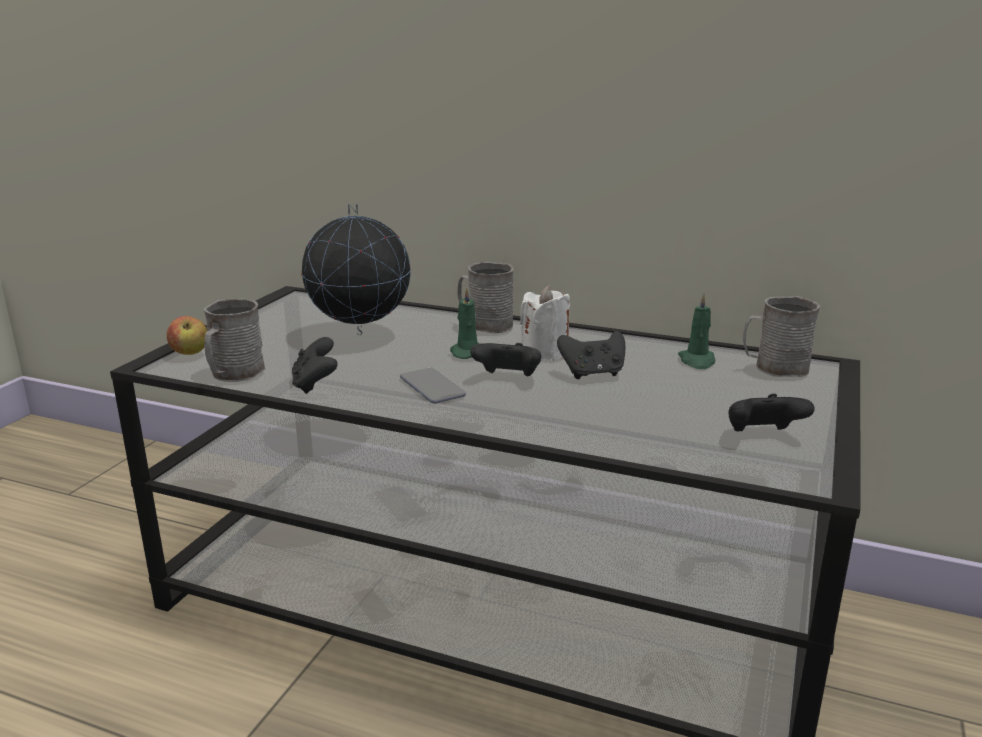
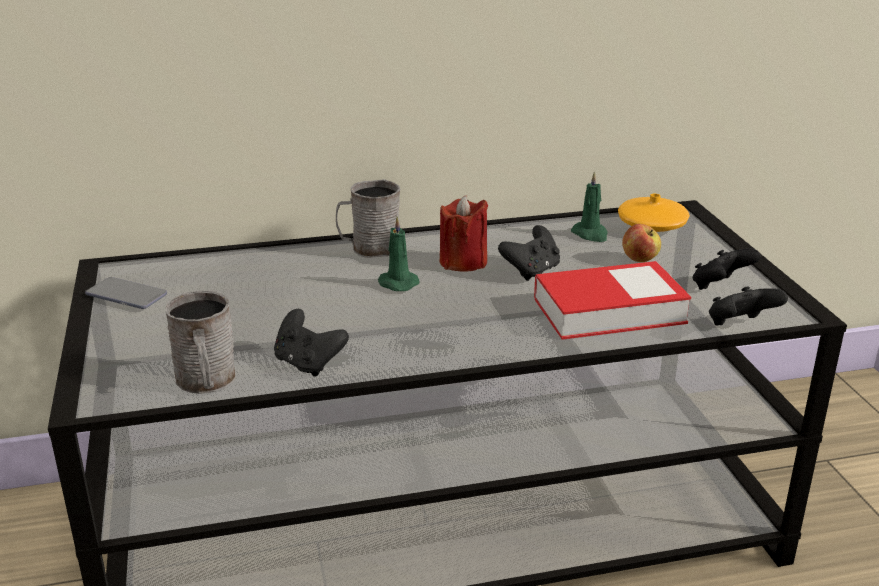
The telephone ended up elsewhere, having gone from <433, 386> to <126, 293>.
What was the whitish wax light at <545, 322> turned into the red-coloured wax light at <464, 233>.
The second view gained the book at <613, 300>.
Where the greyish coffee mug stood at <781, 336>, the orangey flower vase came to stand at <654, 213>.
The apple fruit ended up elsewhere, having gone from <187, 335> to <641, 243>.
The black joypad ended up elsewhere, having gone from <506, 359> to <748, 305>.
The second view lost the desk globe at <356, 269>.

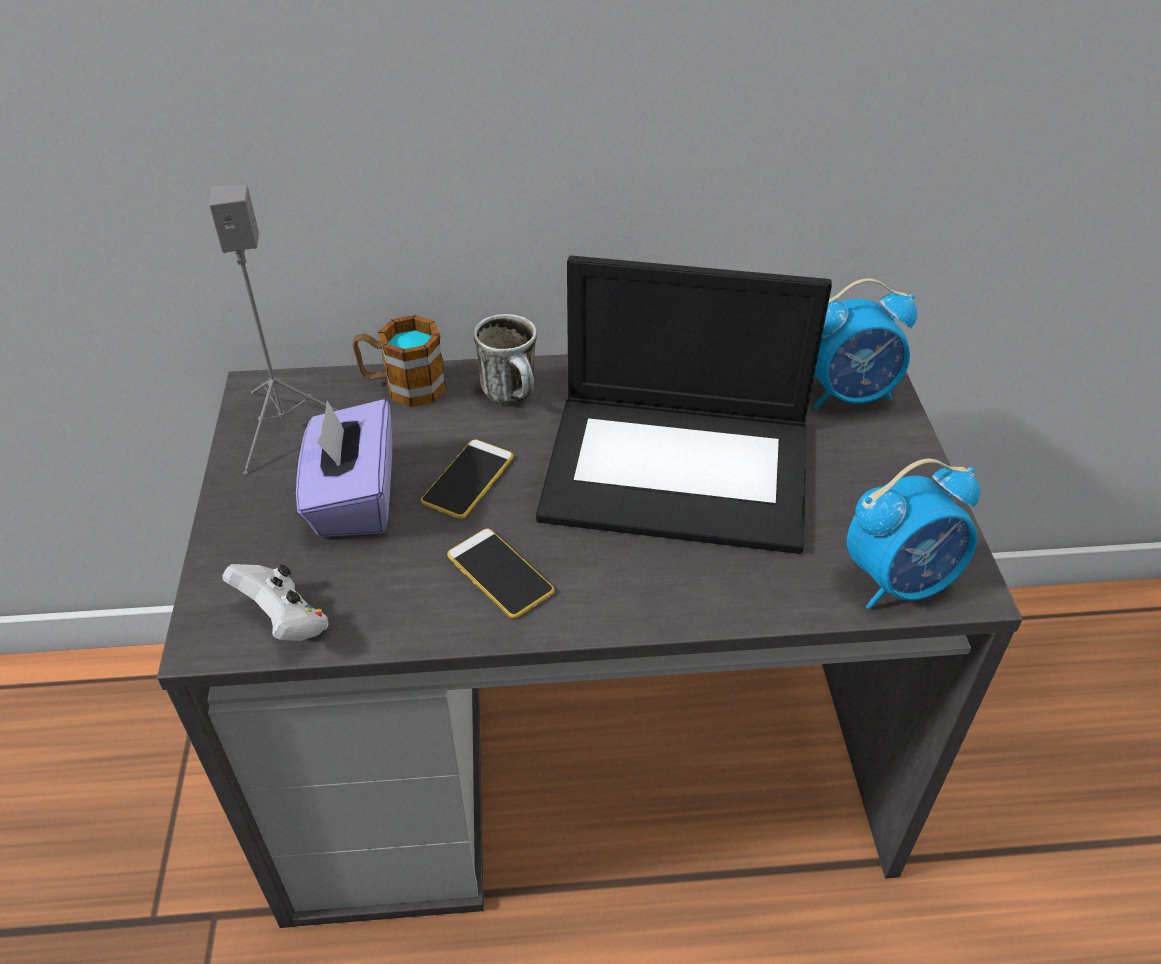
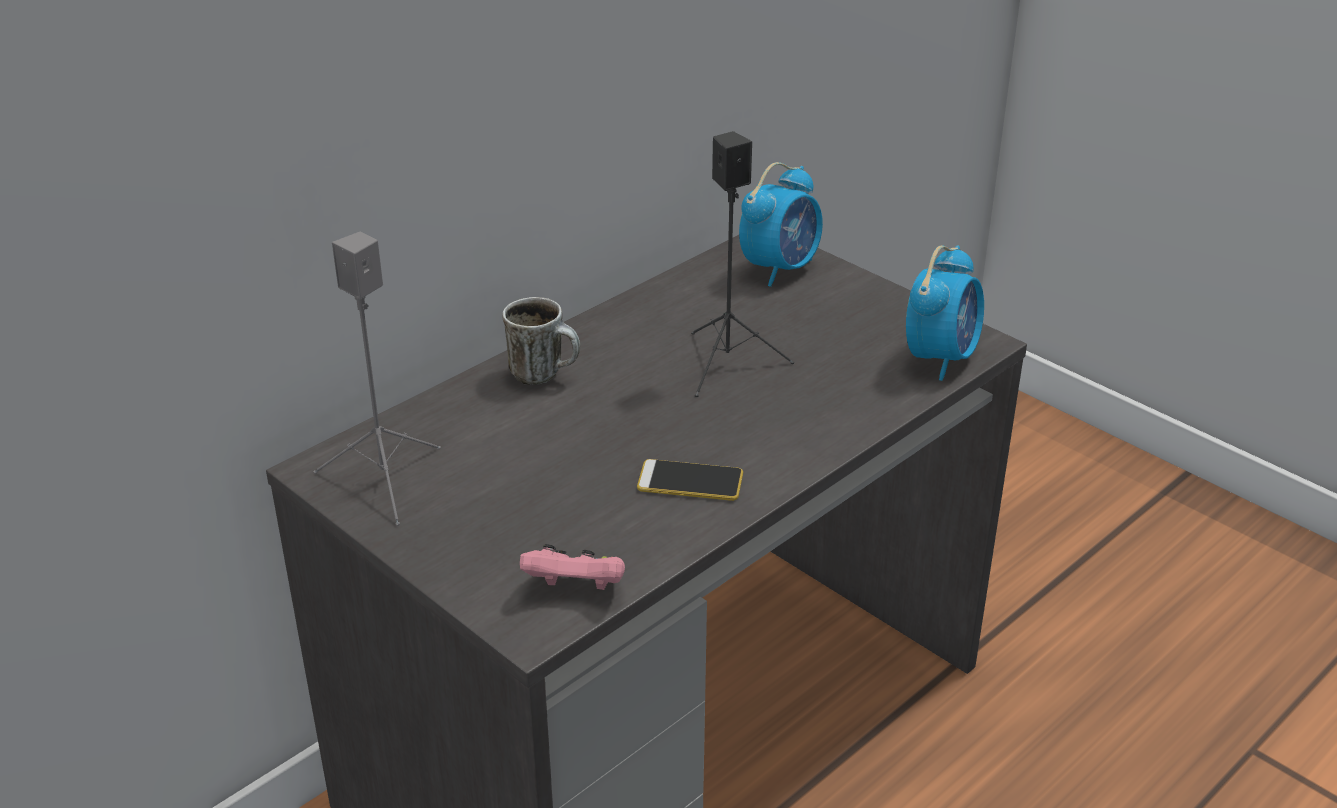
What was the whitish joypad at <275, 602> turned into the pink-coloured joypad at <572, 567>.
Where the notebook computer stood at <684, 405>, the black audio speaker came to stand at <742, 264>.
The second view lost the purplish box of tissues at <344, 468>.
The second view lost the coffee mug at <399, 361>.
The second view lost the telephone at <467, 479>.

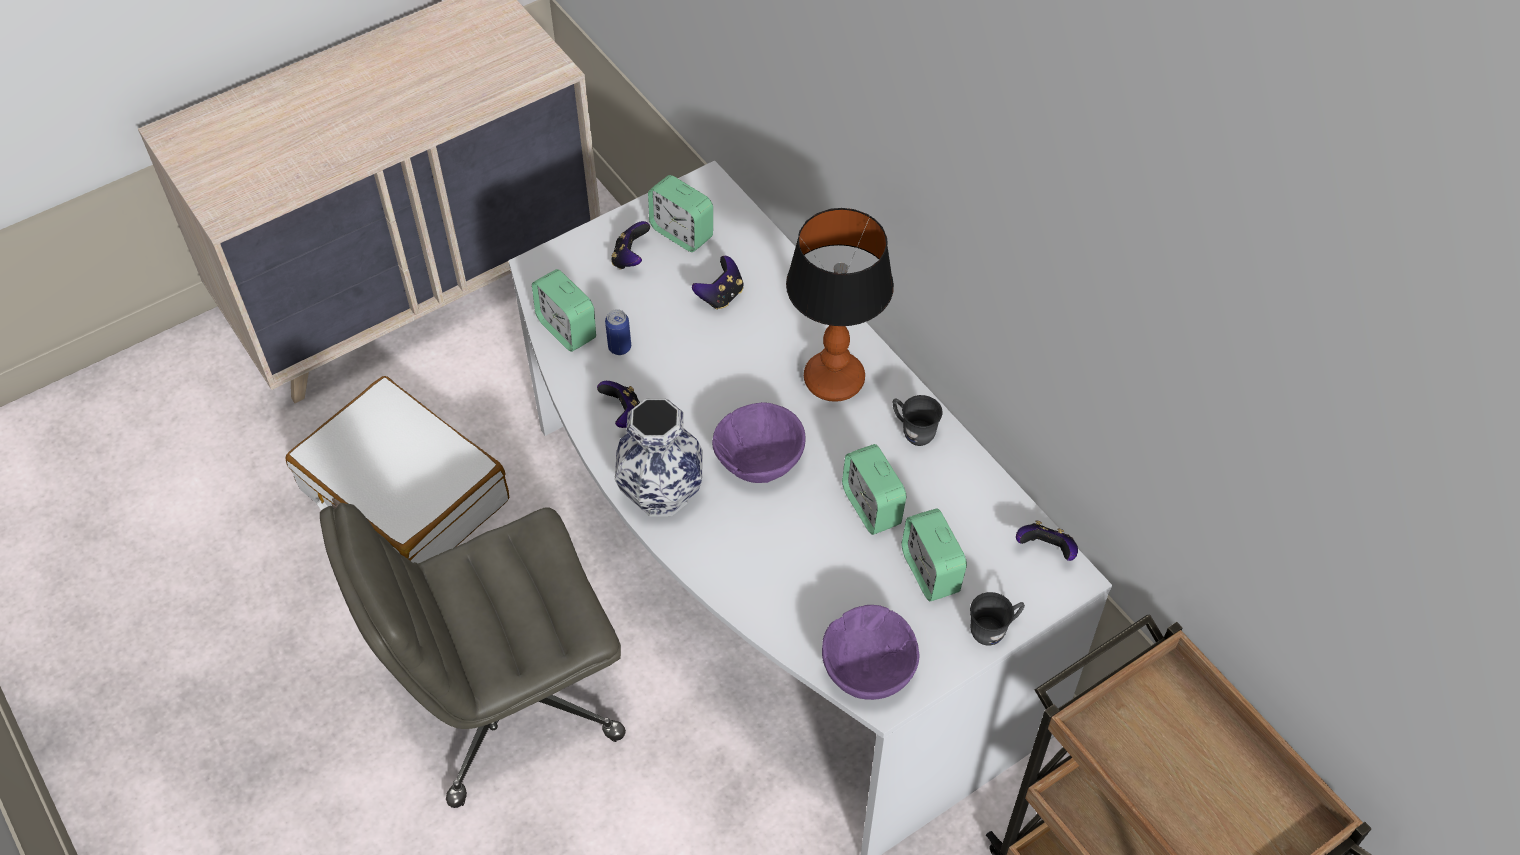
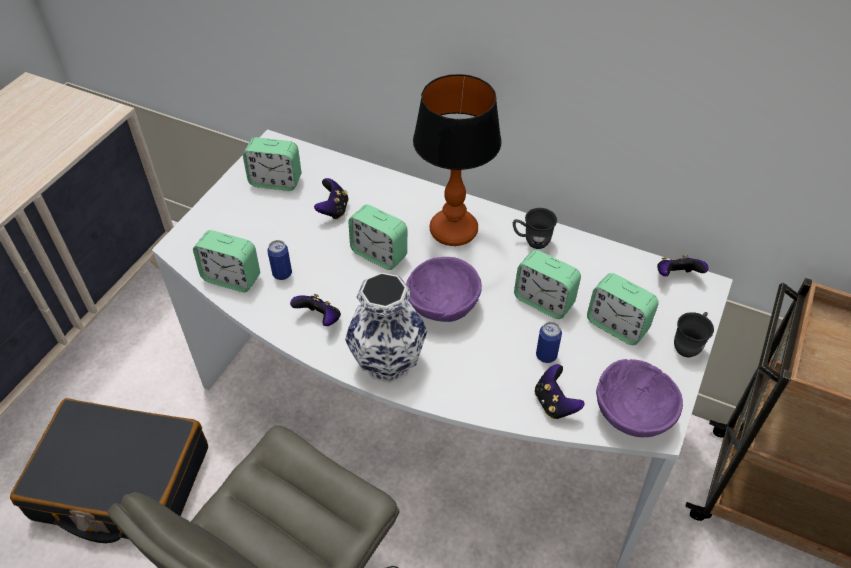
What was the whitish piece of luggage at <397, 470> turned into the black piece of luggage at <109, 470>.
The second view gained the bedside clock at <377, 237>.
The joypad ended up elsewhere, having gone from <630, 245> to <559, 391>.
The second view gained the can at <549, 342>.

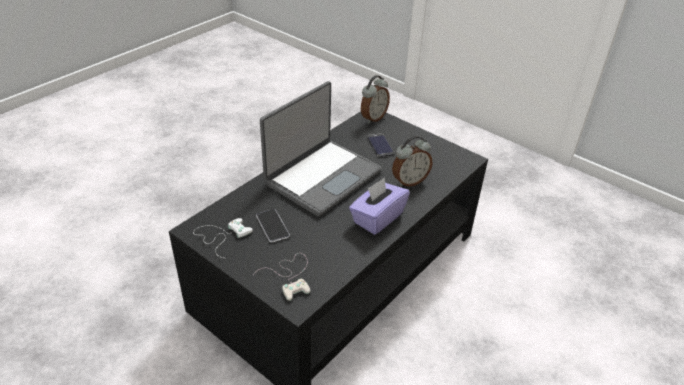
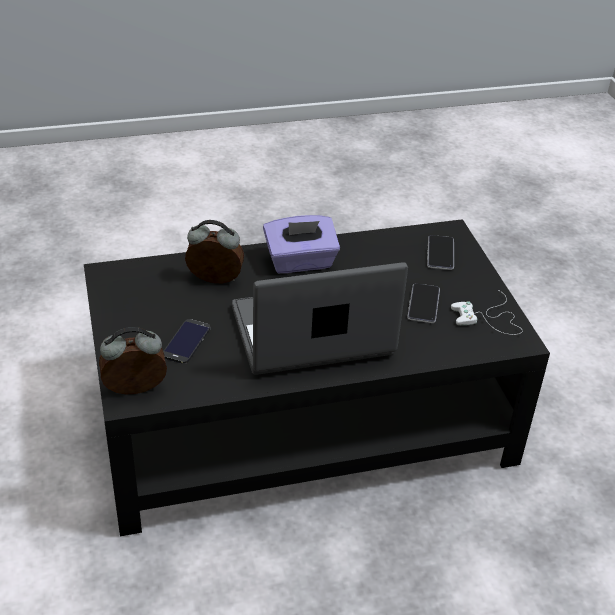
Where the whitish joypad stood at <281, 277>, the telephone came to stand at <440, 252>.

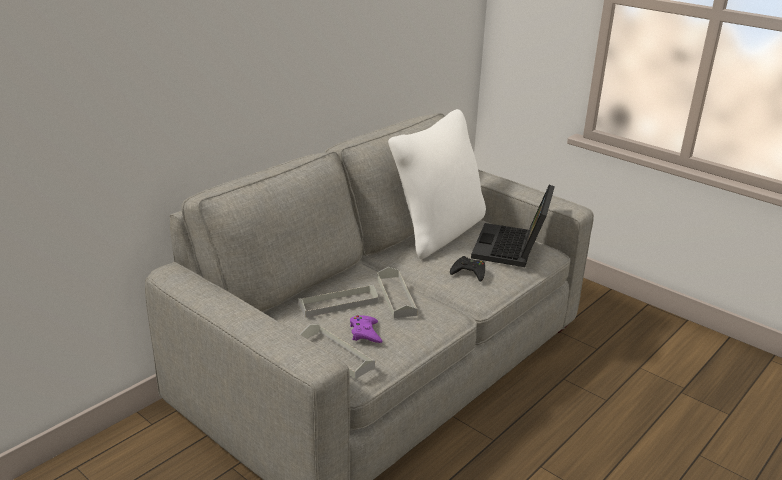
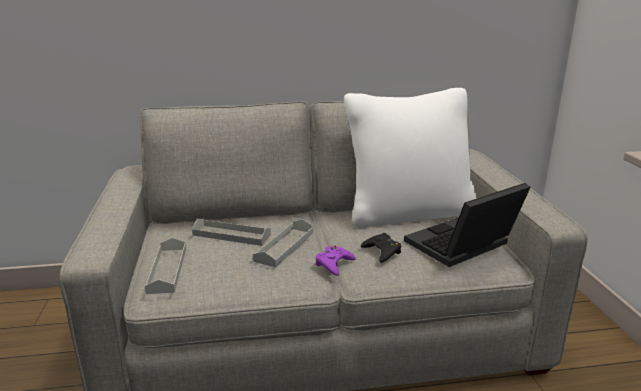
The purplish joypad ended up elsewhere, having gone from <366, 329> to <335, 261>.

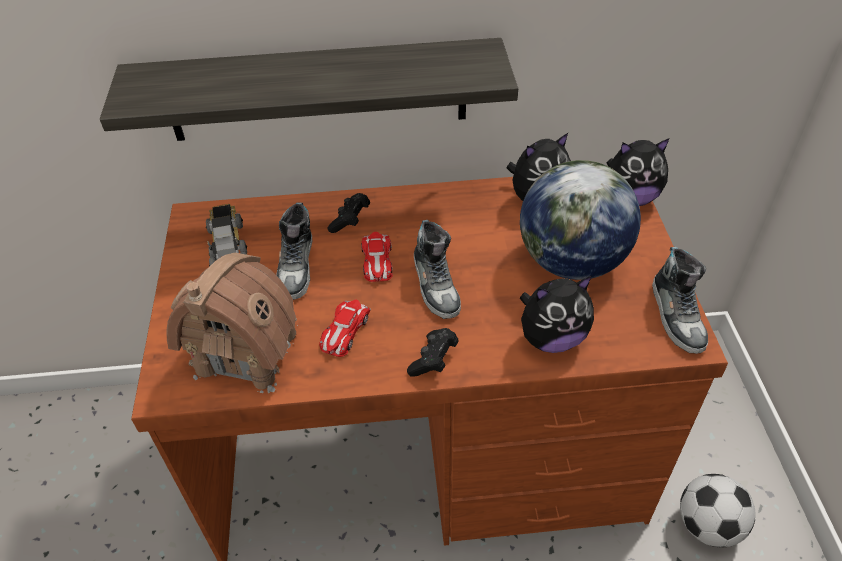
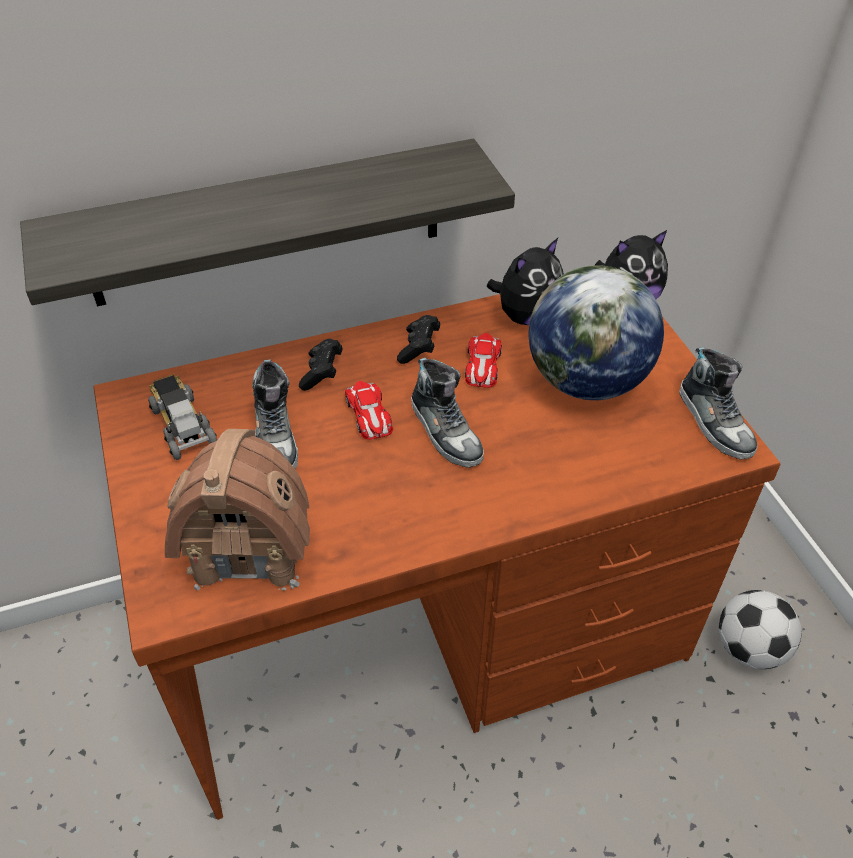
The black joypad ended up elsewhere, having gone from <433, 352> to <418, 339>.
The toy car ended up elsewhere, having gone from <345, 328> to <483, 360>.
The second view lost the cuddly toy at <556, 314>.

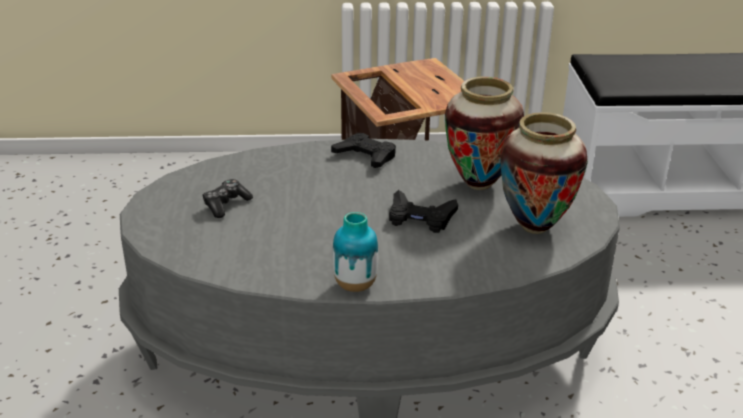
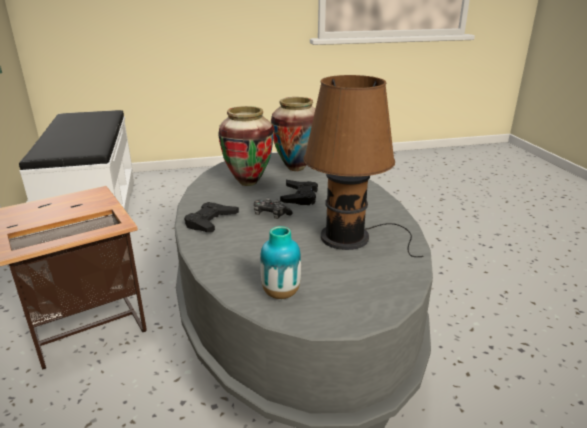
The joypad ended up elsewhere, having gone from <227, 198> to <273, 208>.
The flower vase ended up elsewhere, having gone from <355, 252> to <280, 262>.
The second view gained the brown tabletop lamp at <364, 166>.

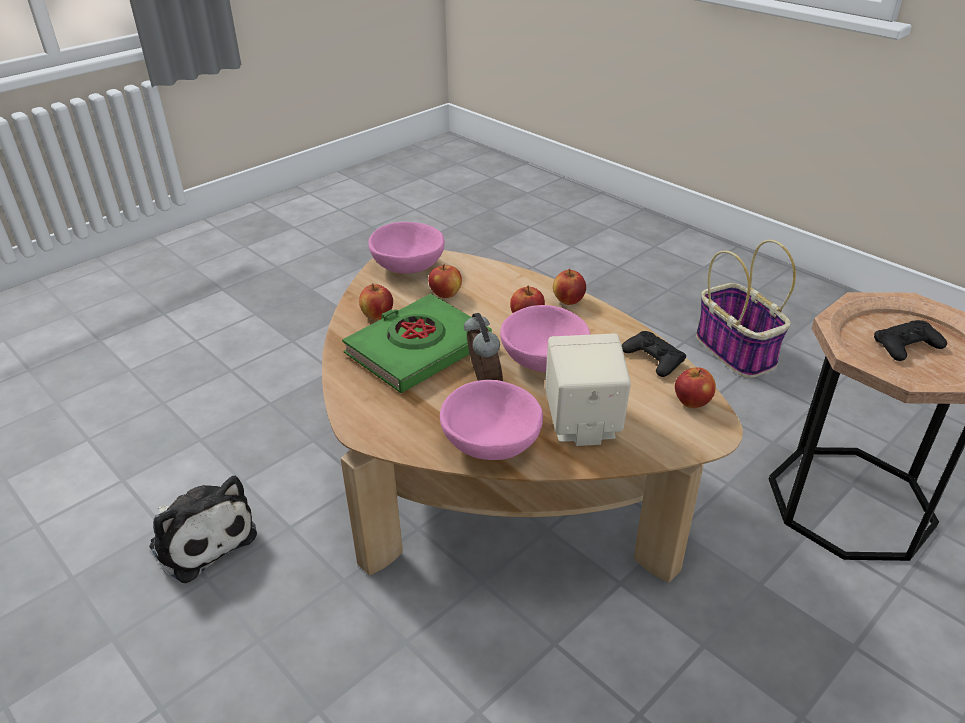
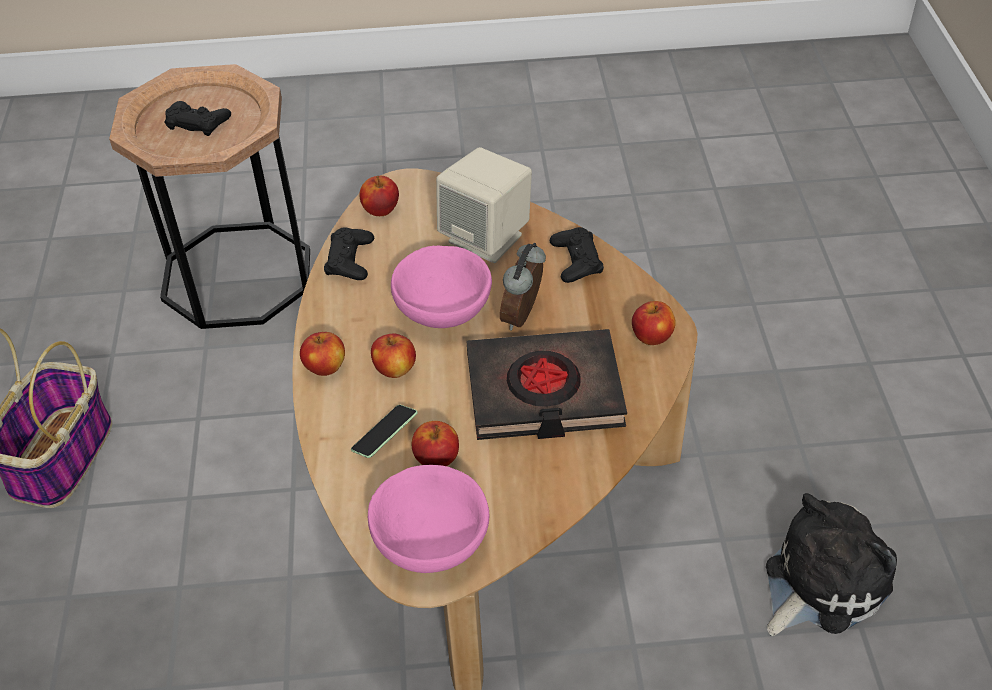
The second view gained the telephone at <384, 431>.
What was the green-coloured book at <417, 343> turned into the black book at <547, 384>.
Where the pink-coloured serving bowl stood at <491, 420>, the black joypad came to stand at <577, 255>.
The apple fruit ended up elsewhere, having gone from <376, 301> to <654, 323>.
The cuddly toy at <203, 529> ended up facing another way, 60 degrees clockwise from before.

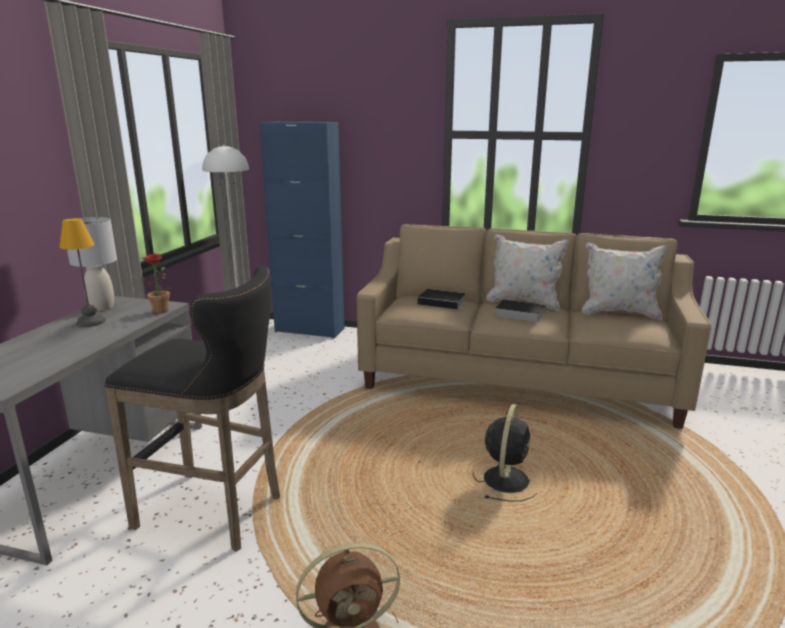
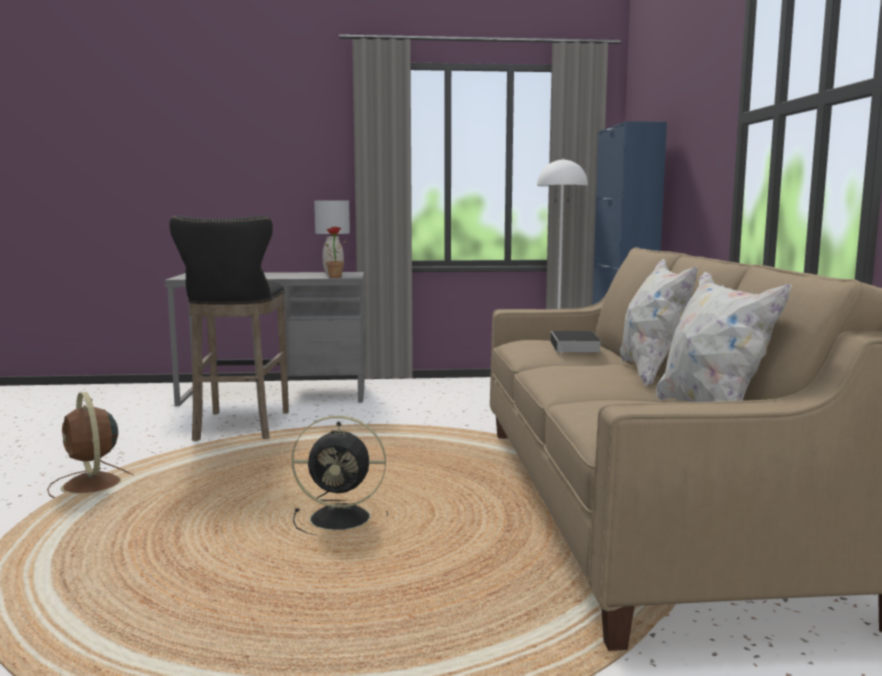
The second view lost the tabletop lamp at <82, 272>.
The second view lost the book at <520, 310>.

